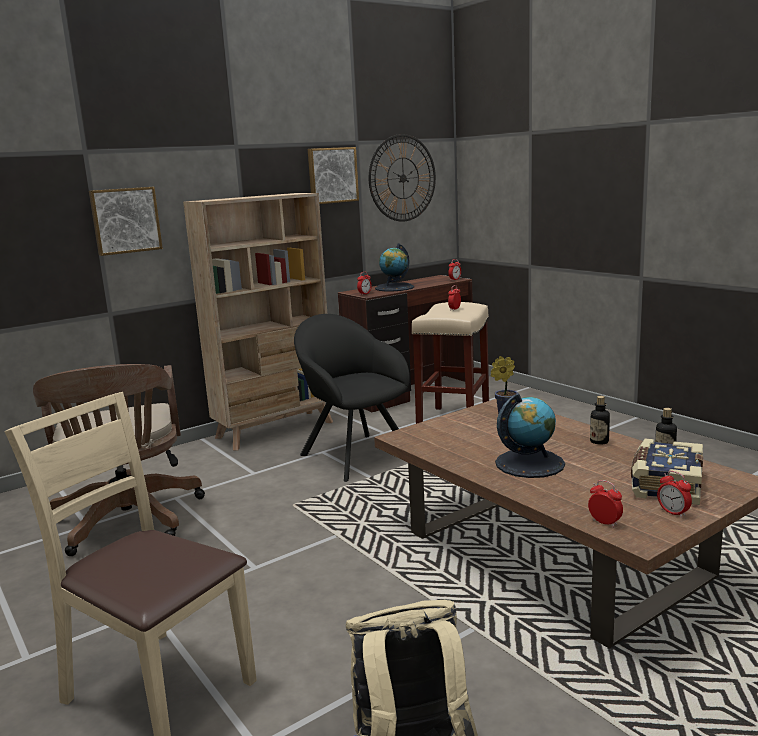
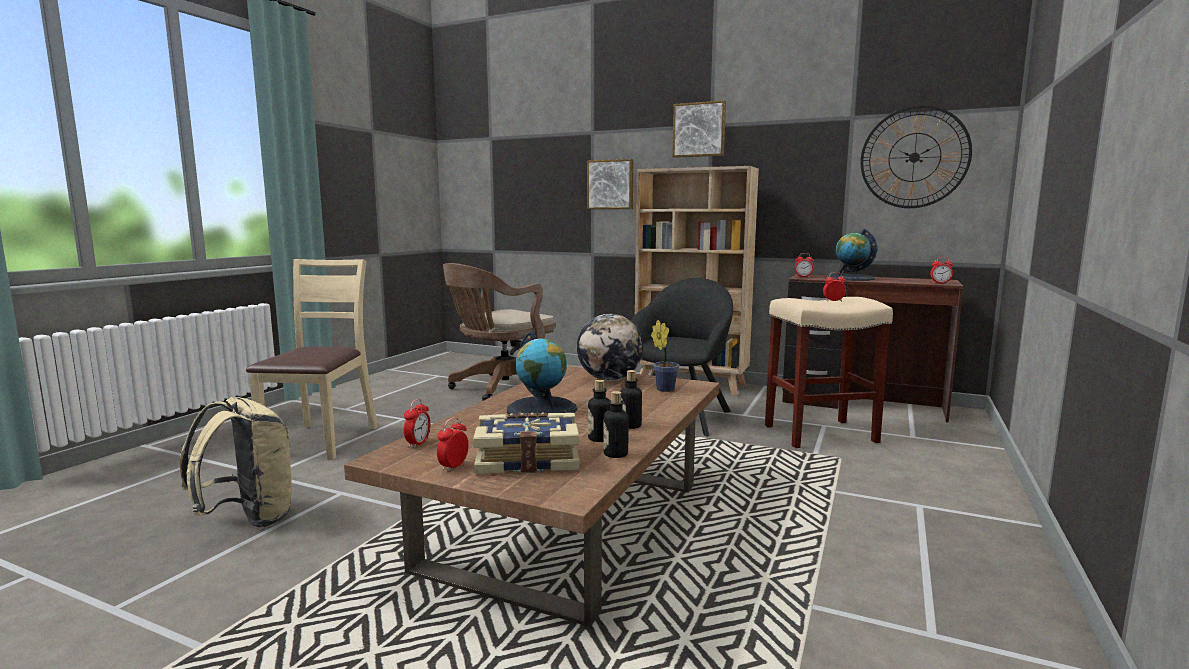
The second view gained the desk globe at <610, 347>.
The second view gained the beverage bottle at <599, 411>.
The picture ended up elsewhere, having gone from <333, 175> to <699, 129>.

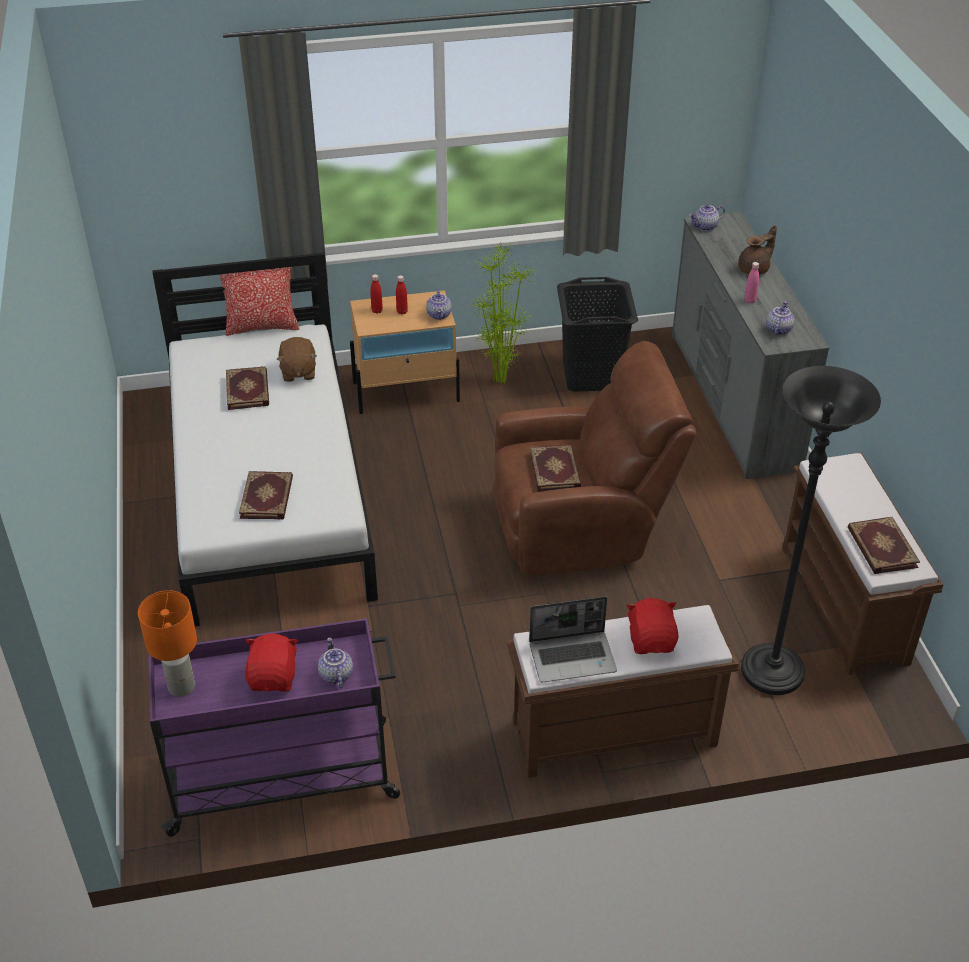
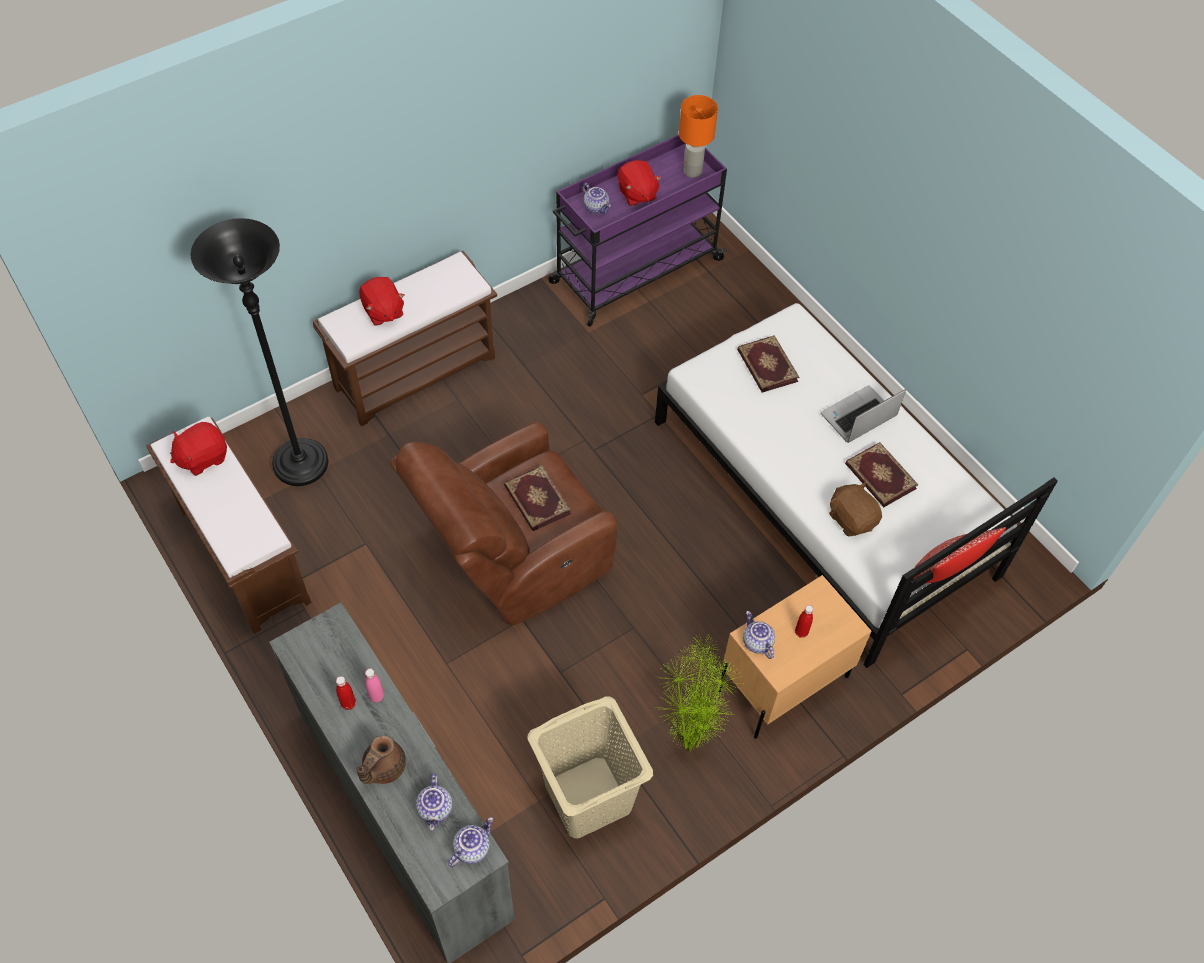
Where the book stood at <884, 545>, the red-coloured cuddly toy came to stand at <198, 449>.
The red-coloured beverage bottle ended up elsewhere, having gone from <376, 294> to <346, 693>.
The teapot ended up elsewhere, having gone from <780, 318> to <434, 802>.
What was the black laundry basket at <597, 334> turned into the sand-coloured laundry basket at <590, 767>.
The notebook computer ended up elsewhere, having gone from <573, 639> to <863, 414>.

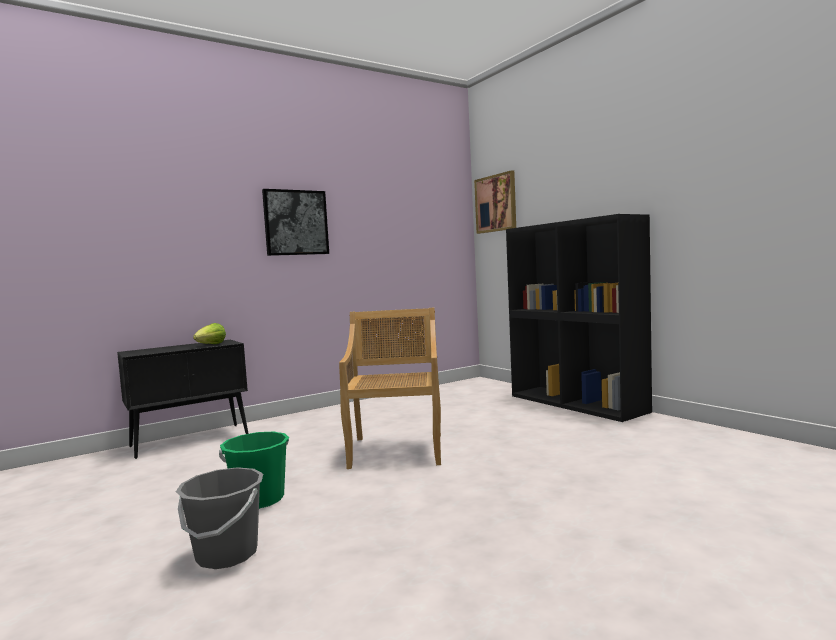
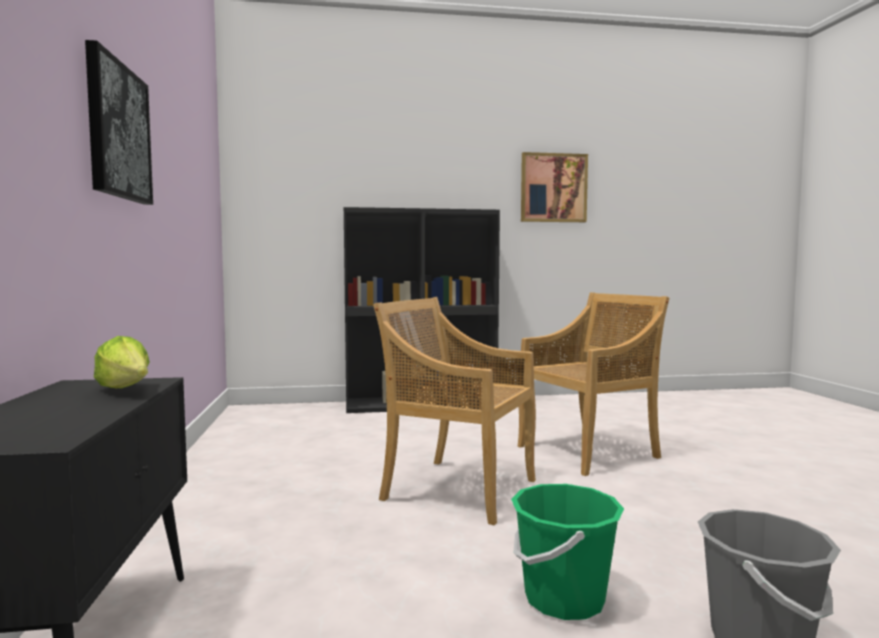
The second view gained the sand-coloured plain chair at <593, 384>.
The picture ended up elsewhere, having gone from <495, 202> to <554, 187>.

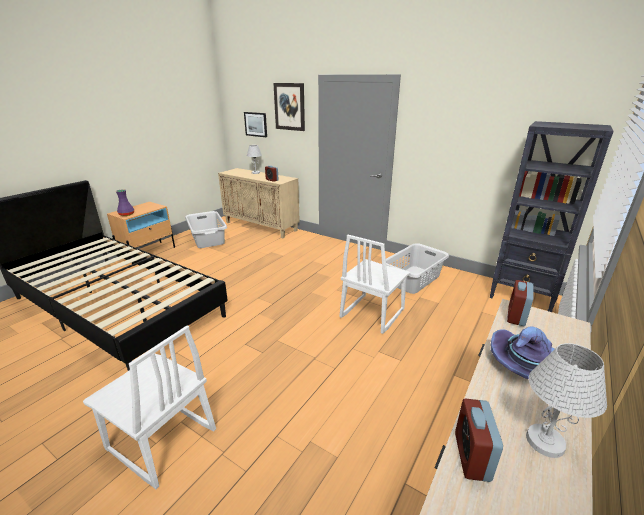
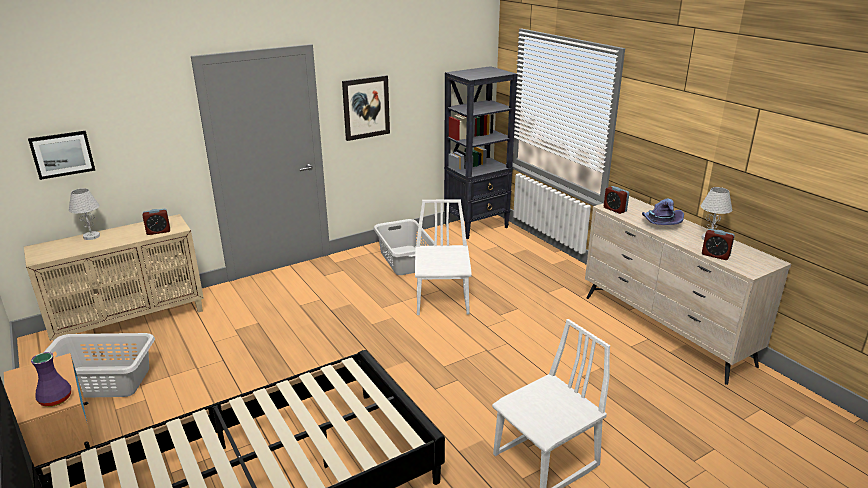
The picture ended up elsewhere, having gone from <289, 107> to <366, 108>.
The whitish plain chair at <374, 284> ended up facing another way, 150 degrees counterclockwise from before.

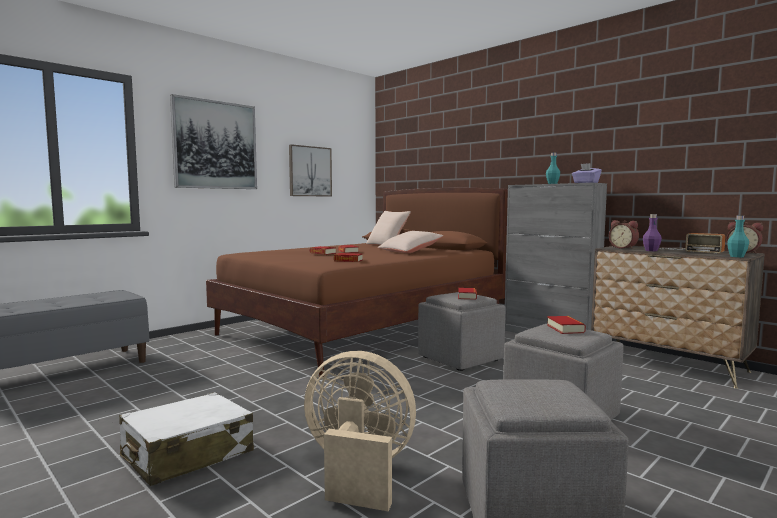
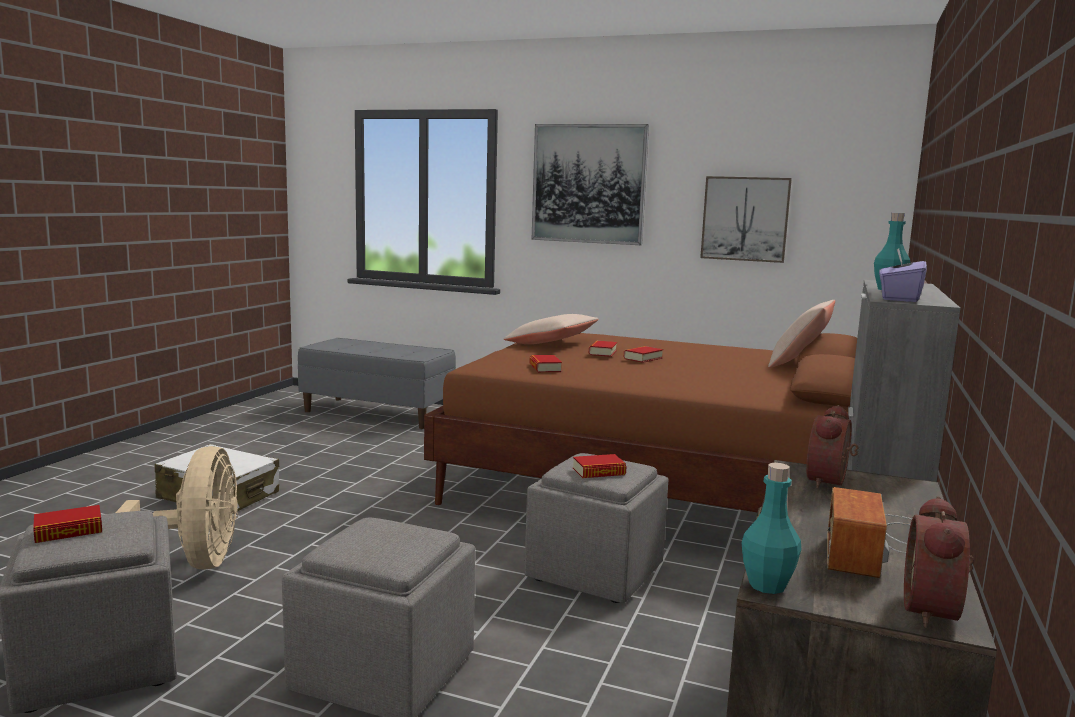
The book ended up elsewhere, having gone from <566, 325> to <67, 524>.
The sand-coloured pillow ended up elsewhere, having gone from <410, 242> to <551, 329>.
The second view lost the purplish beverage bottle at <652, 232>.

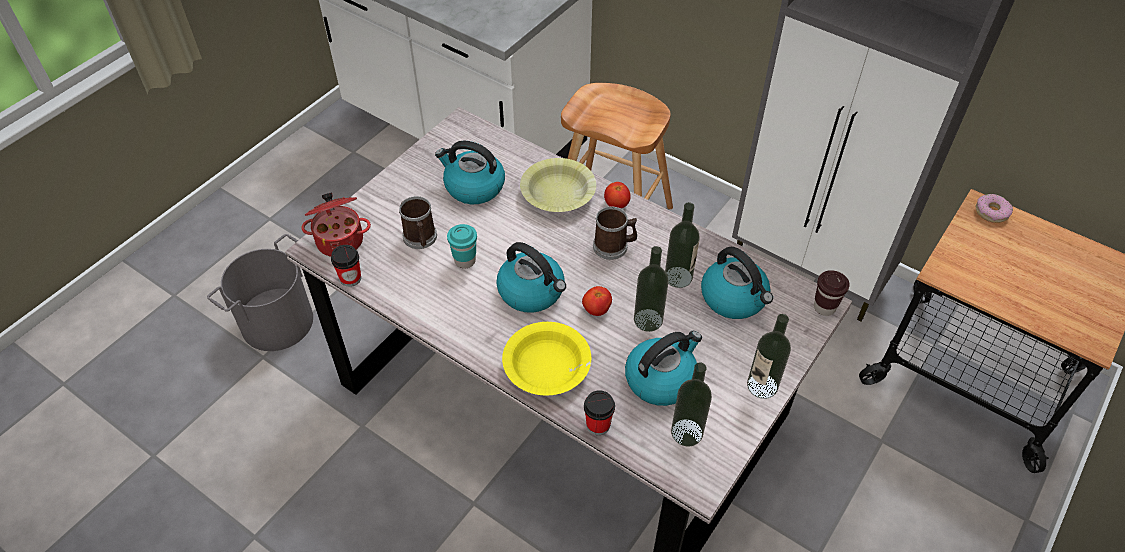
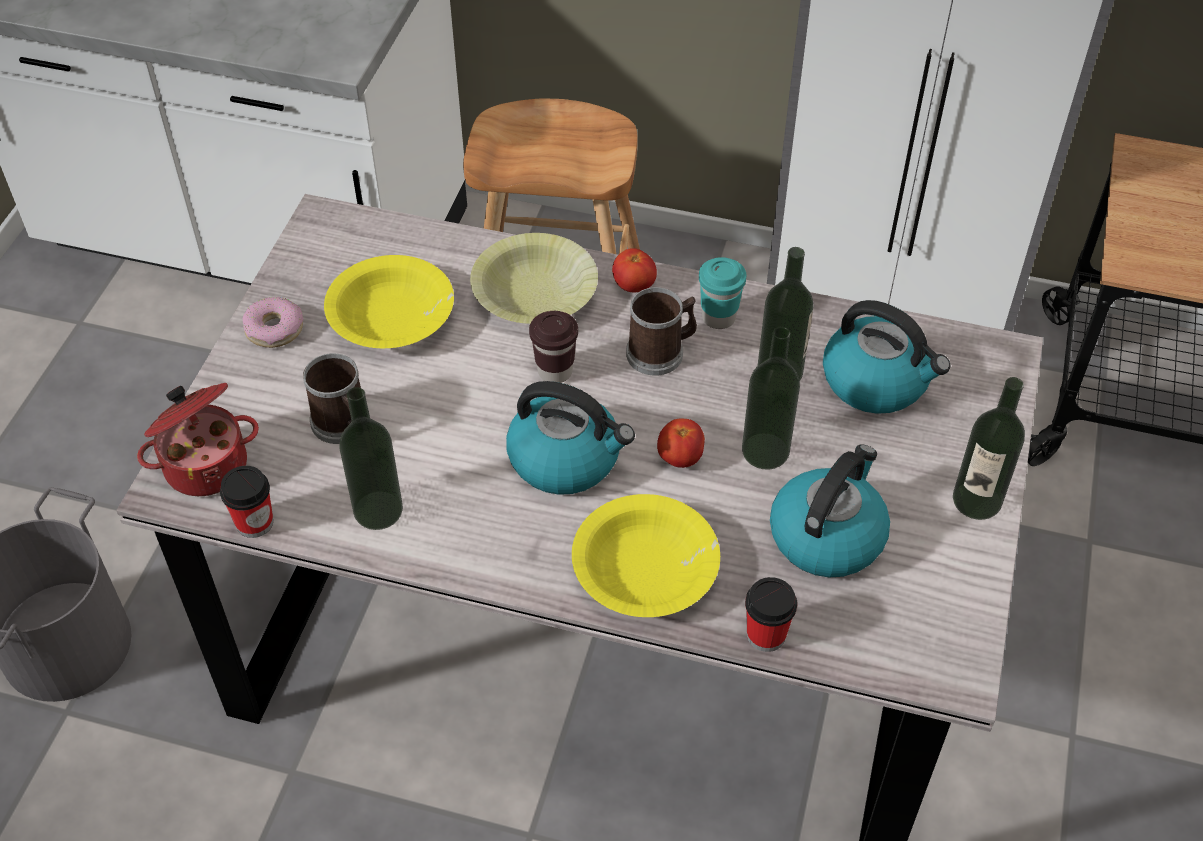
The doughnut ended up elsewhere, having gone from <994, 208> to <273, 322>.
Where the water kettle stood at <470, 172>, the yellowish serving bowl came to stand at <389, 301>.
The beverage bottle ended up elsewhere, having gone from <691, 404> to <371, 458>.
The brown cup ended up elsewhere, having gone from <832, 293> to <553, 347>.
The turquoise cup ended up elsewhere, having gone from <462, 246> to <722, 293>.

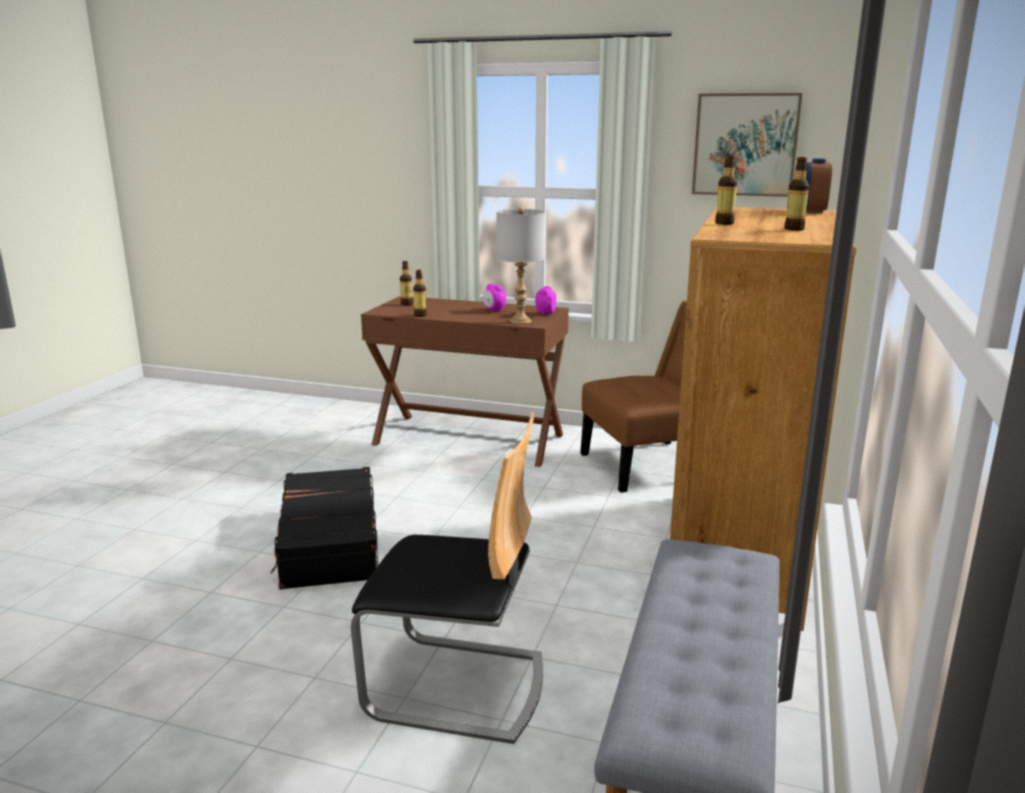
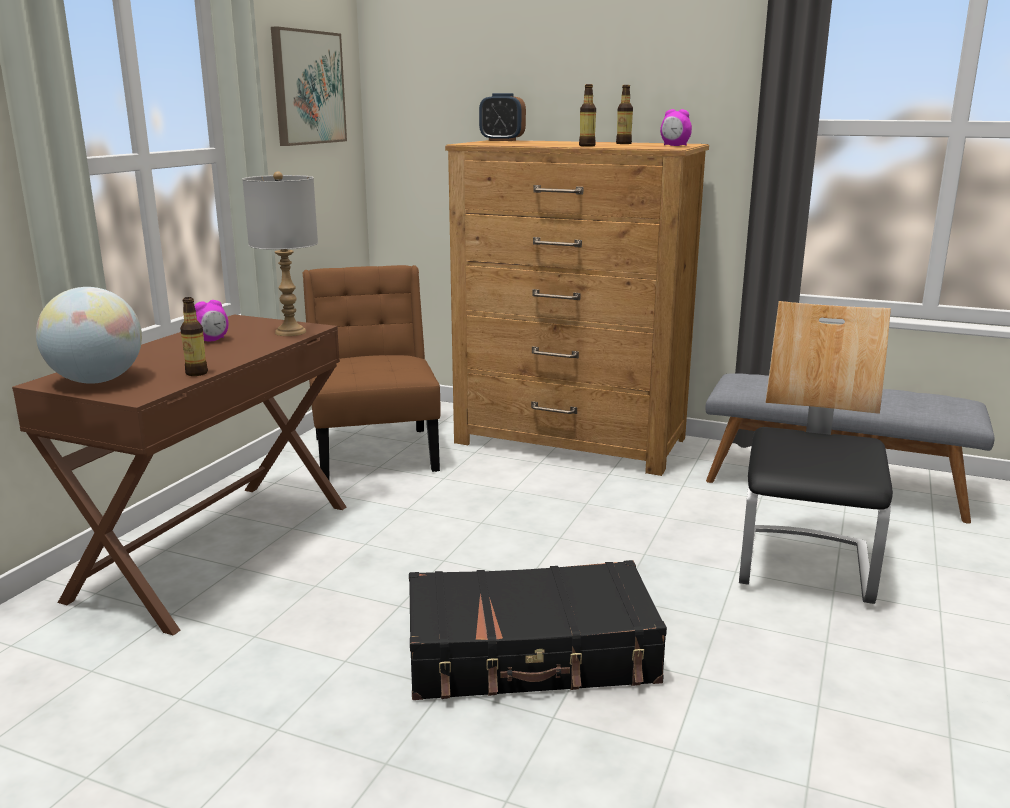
Where the beverage bottle stood at <406, 283>, the desk globe came to stand at <89, 335>.
The bedside clock ended up elsewhere, having gone from <545, 300> to <676, 127>.

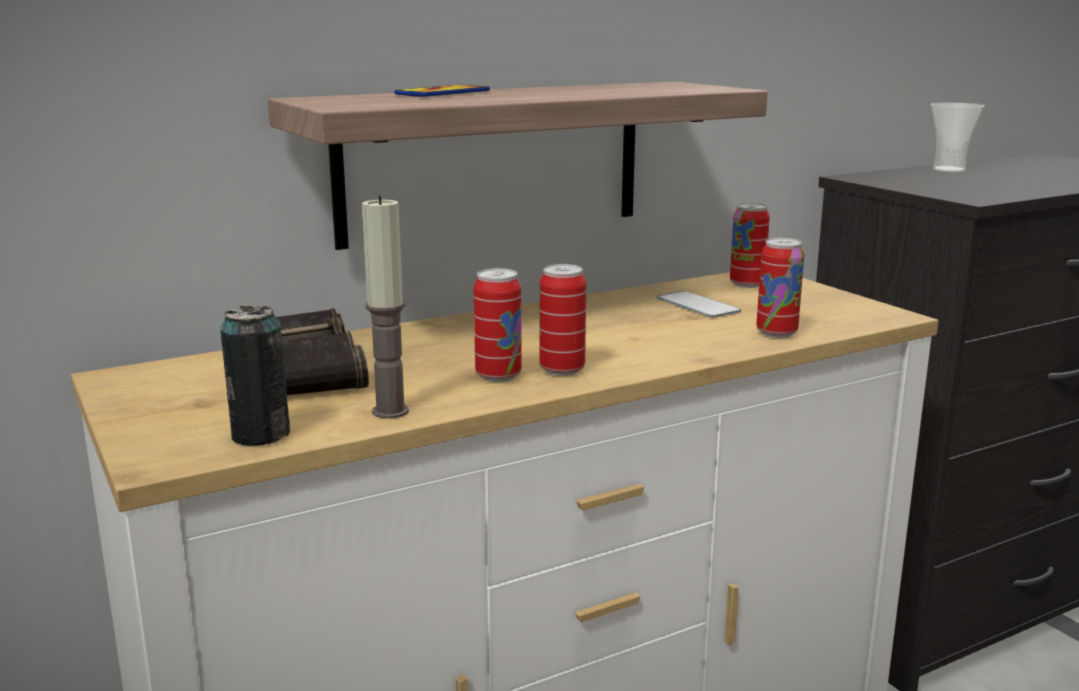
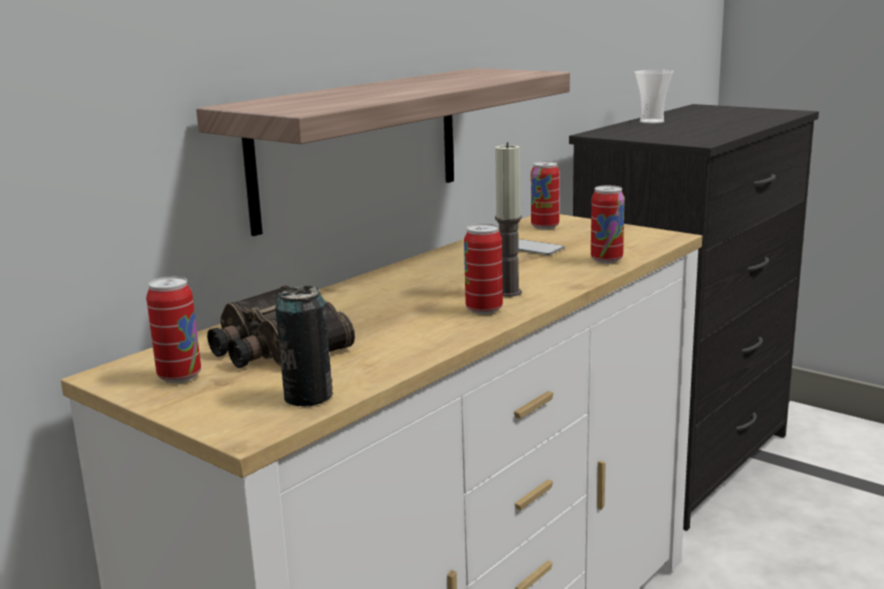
The can ended up elsewhere, having gone from <498, 325> to <173, 329>.
The wax light ended up elsewhere, having gone from <385, 307> to <508, 219>.
The second view lost the telephone at <442, 91>.

